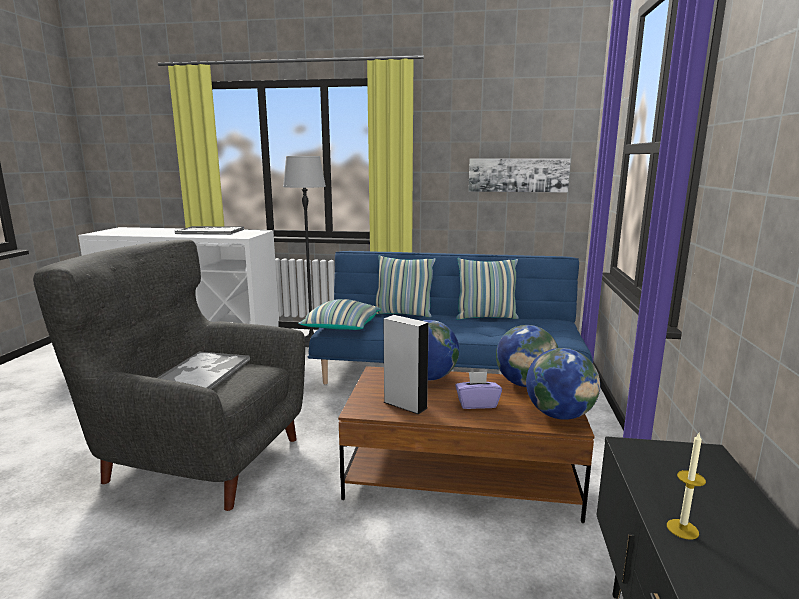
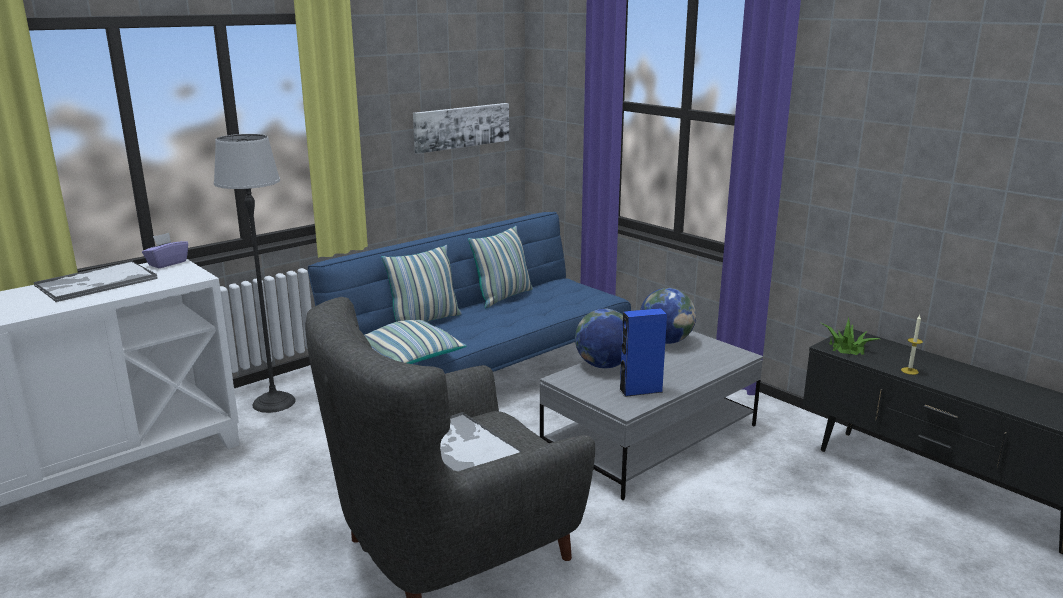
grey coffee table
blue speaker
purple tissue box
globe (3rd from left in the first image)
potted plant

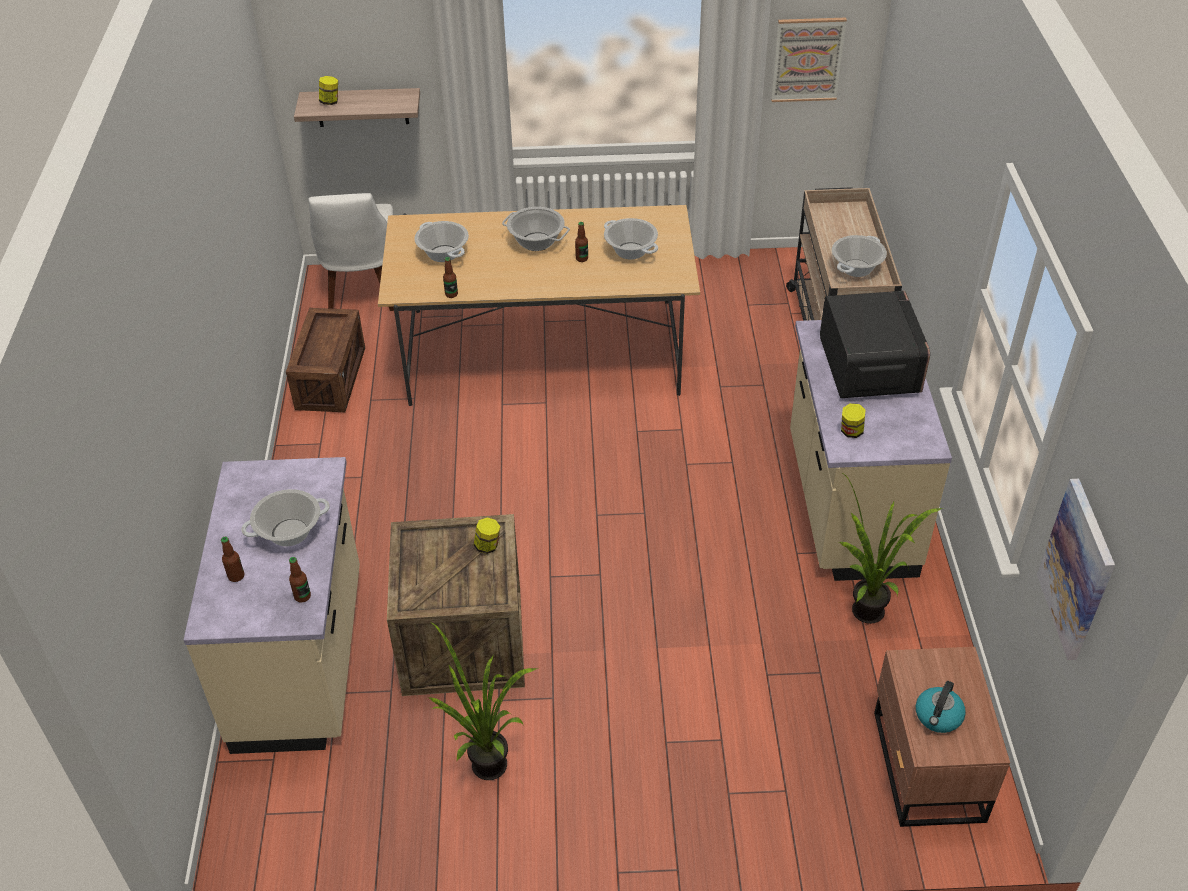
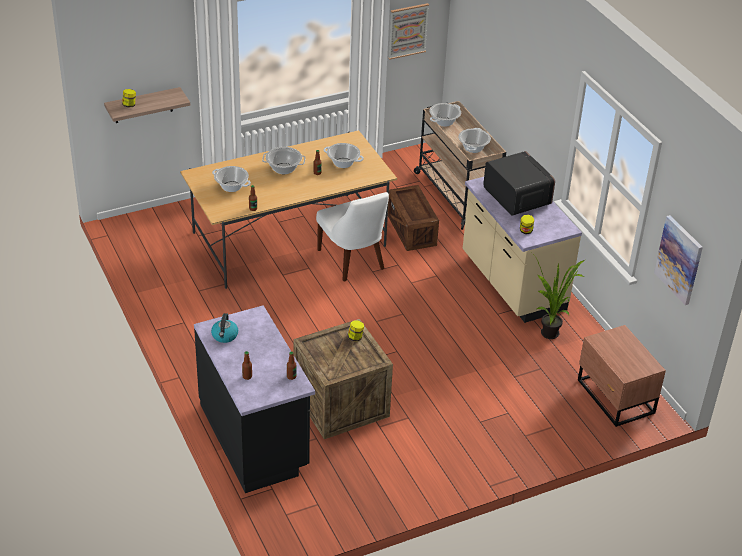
black counter
cooking pot (4th from left)
crate (2nd from left)
white chair
potted plant (1st from left in the first image)
kettle

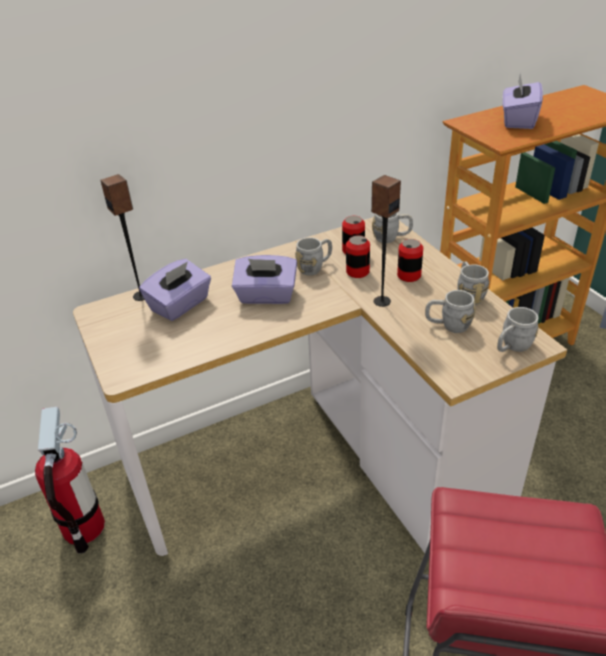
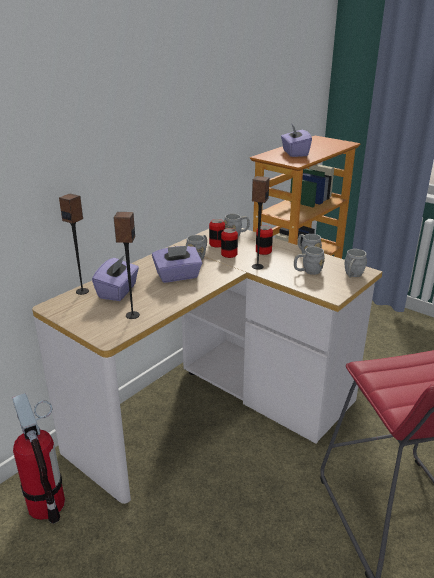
speaker (2nd from left)

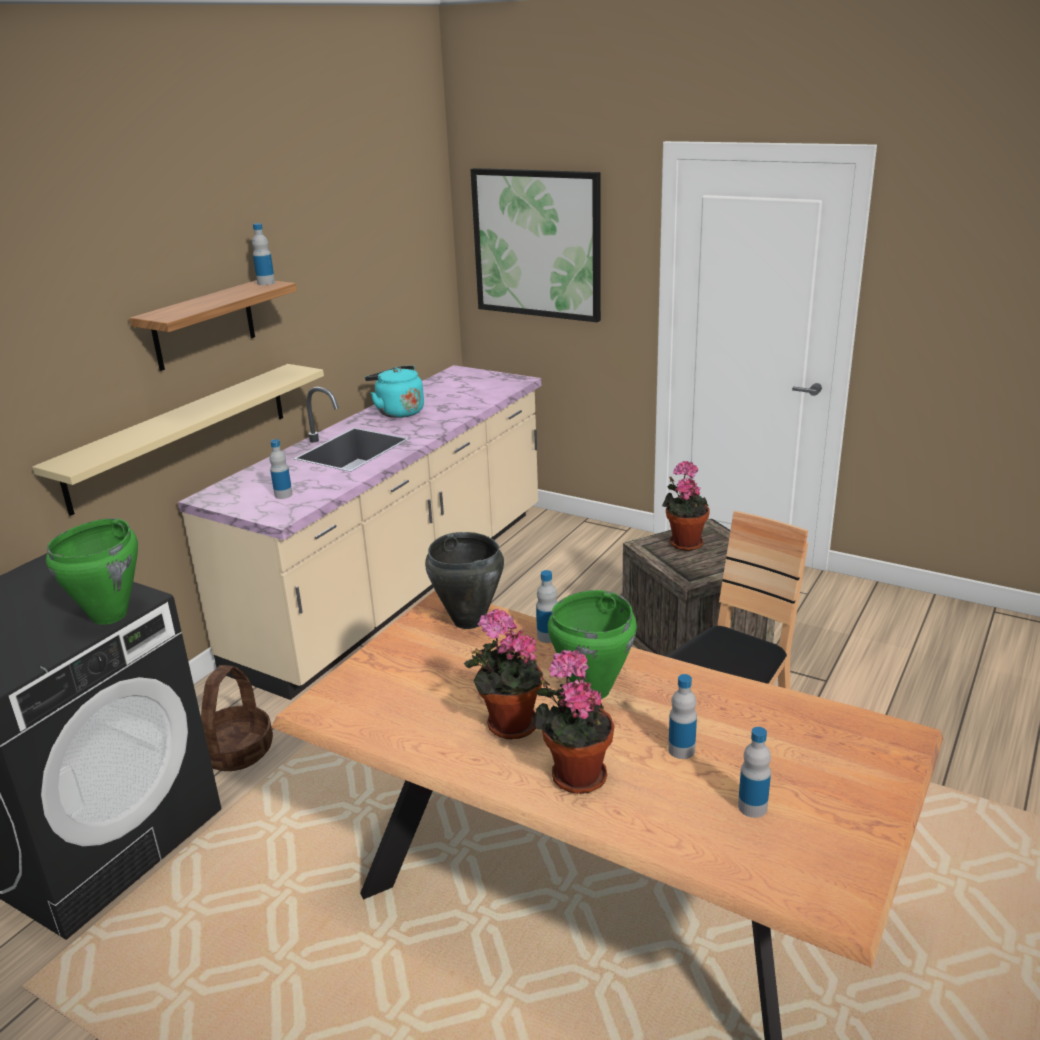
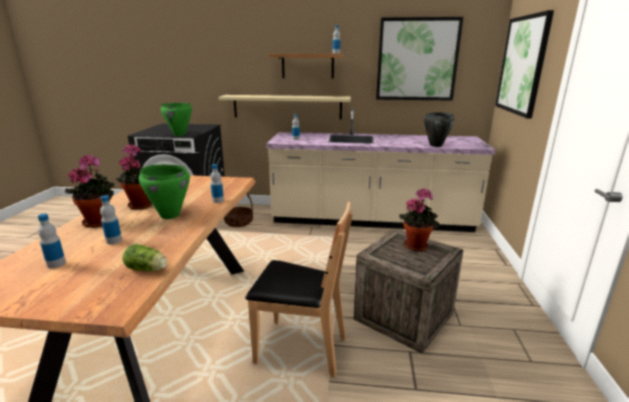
turquoise kettle
black cooking pot
lettuce
picture (1st from left)

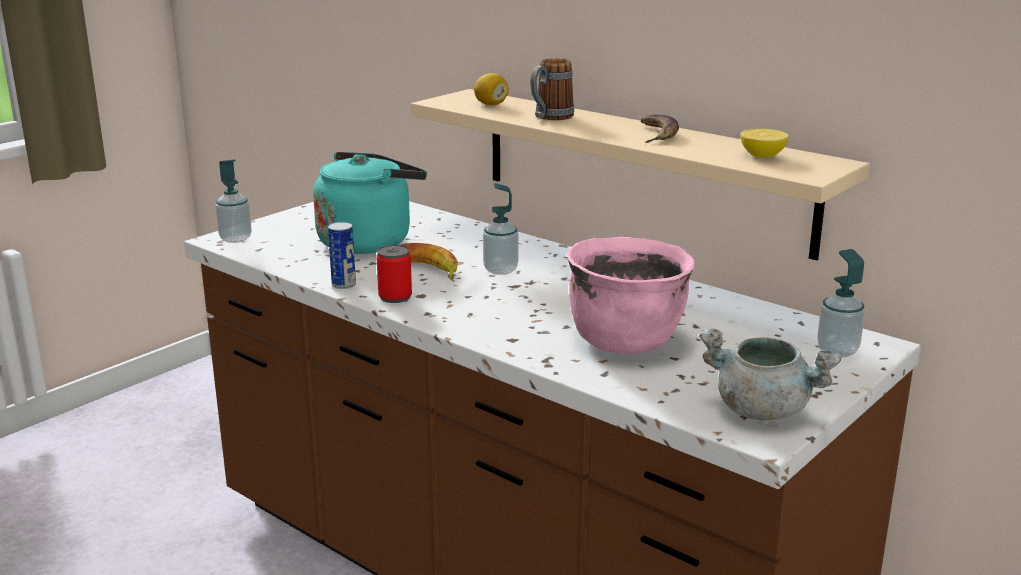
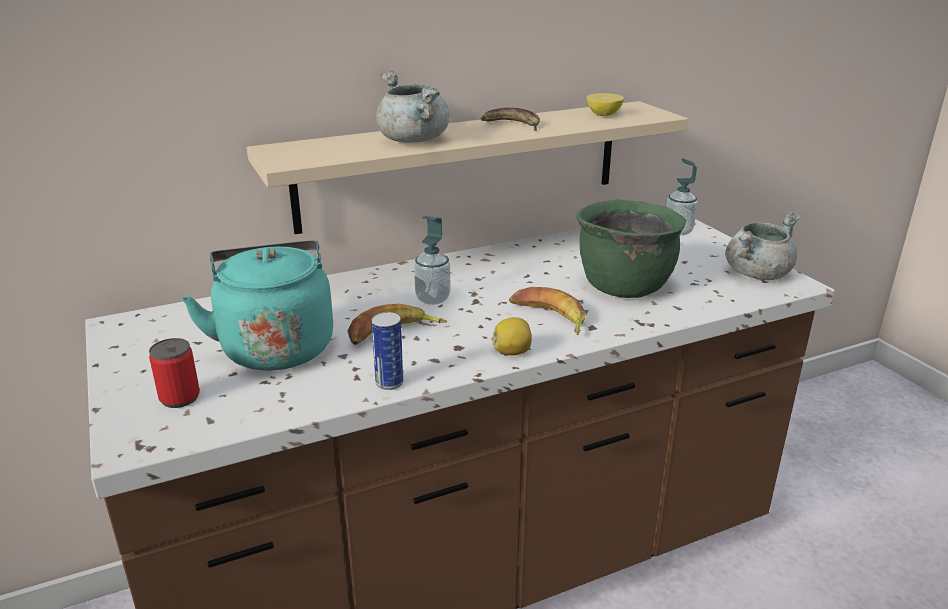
soap dispenser (1st from left in the first image)
can (1st from left)
lemon (1st from left)
grey cooking pot (1st from left)
green cooking pot
banana (3rd from left)

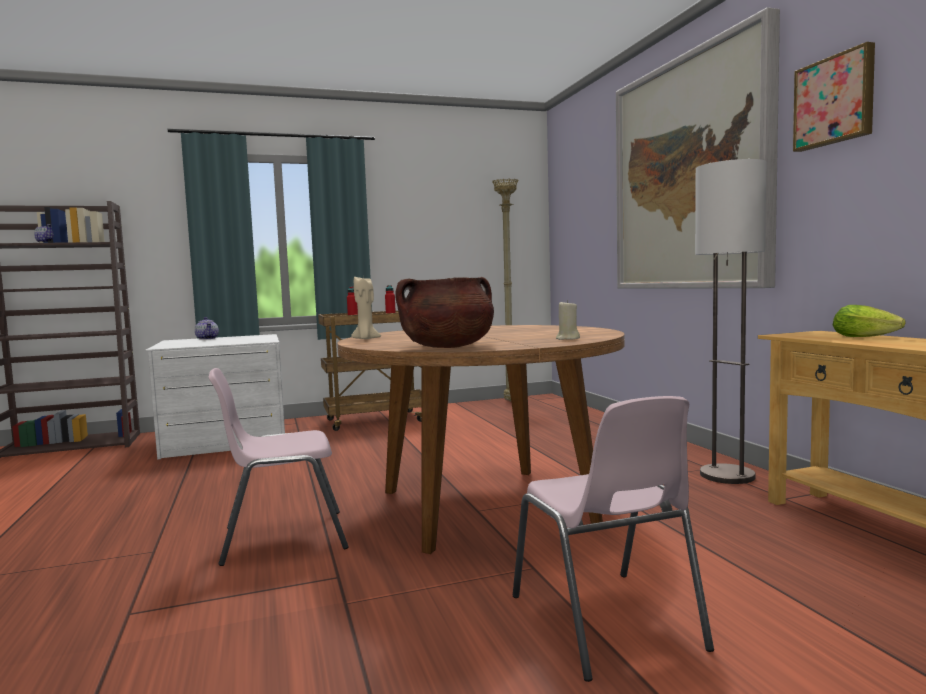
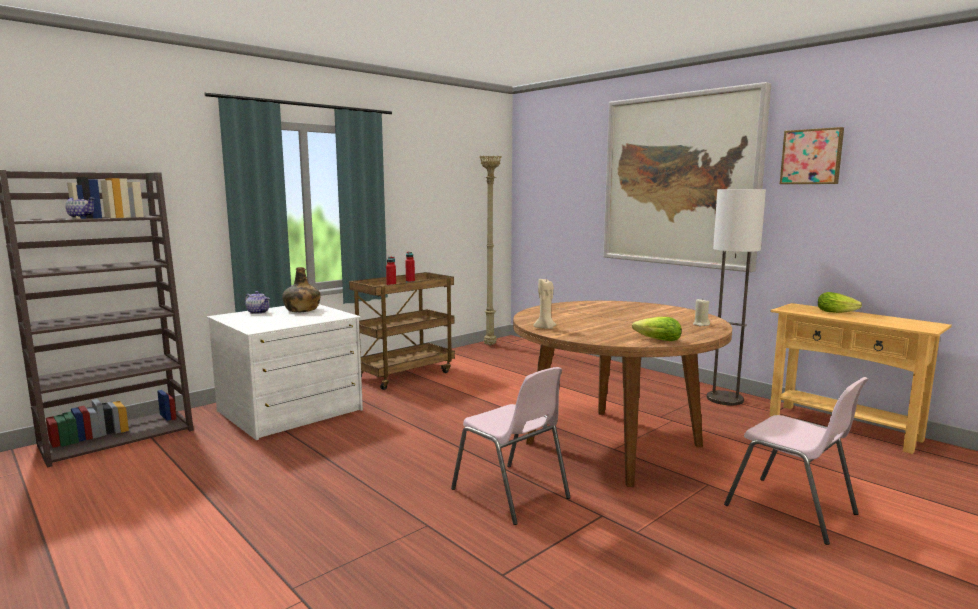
pink chair (1st from left)
lettuce (1st from left)
green bottle

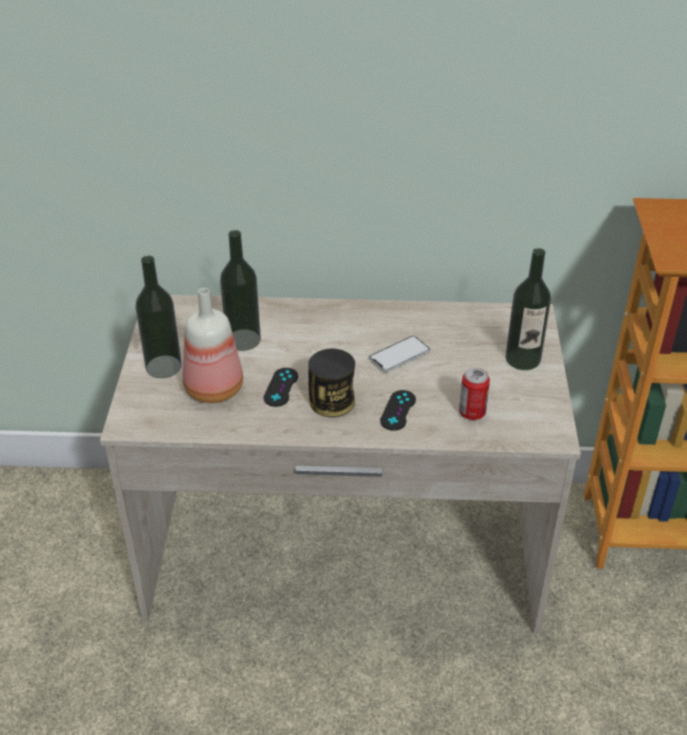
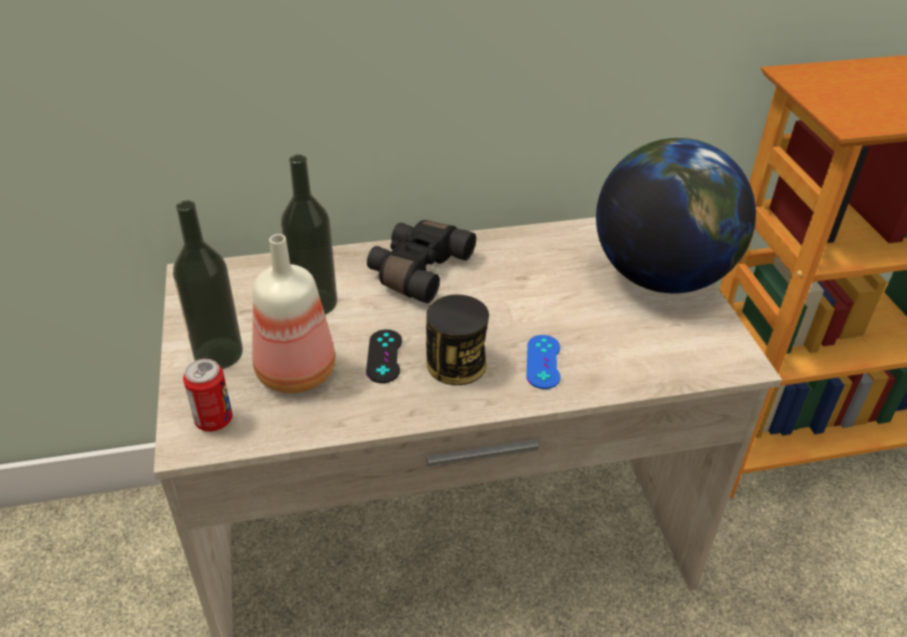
phone
blue game controller
can (1st from left)
globe
black binoculars

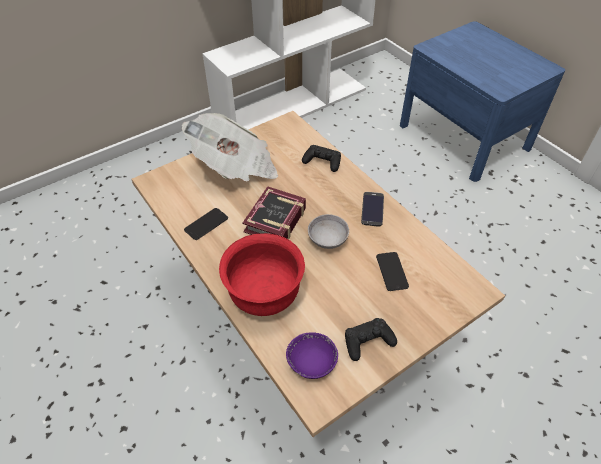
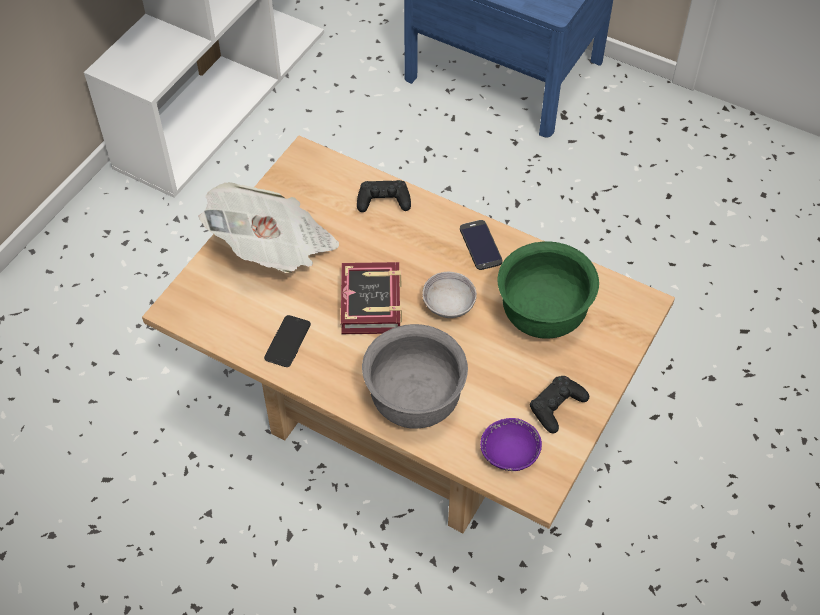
grey bowl (1st from left)
green bowl

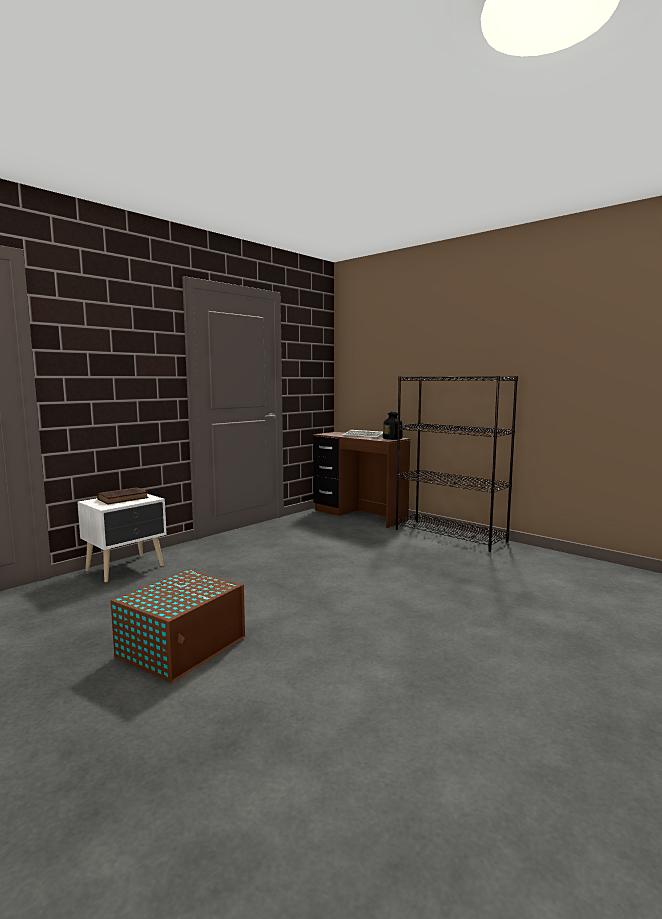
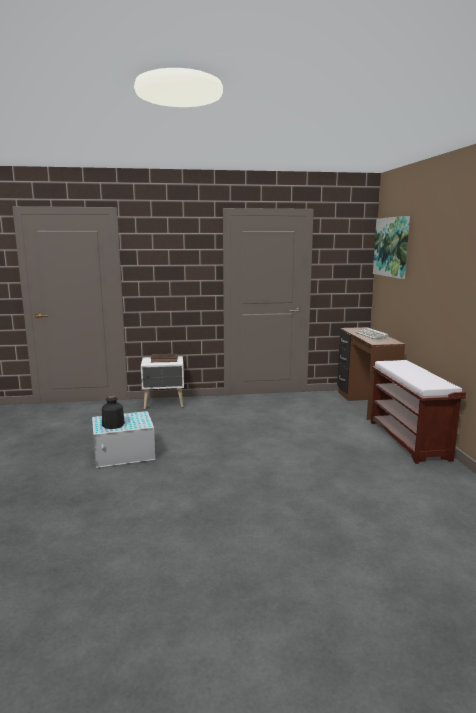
white storage box
bottle
brown bench
picture

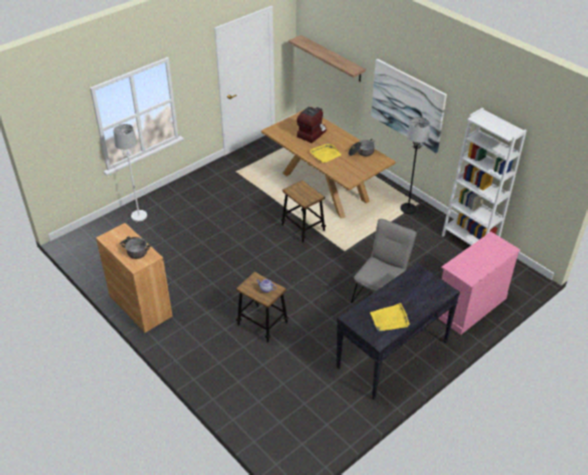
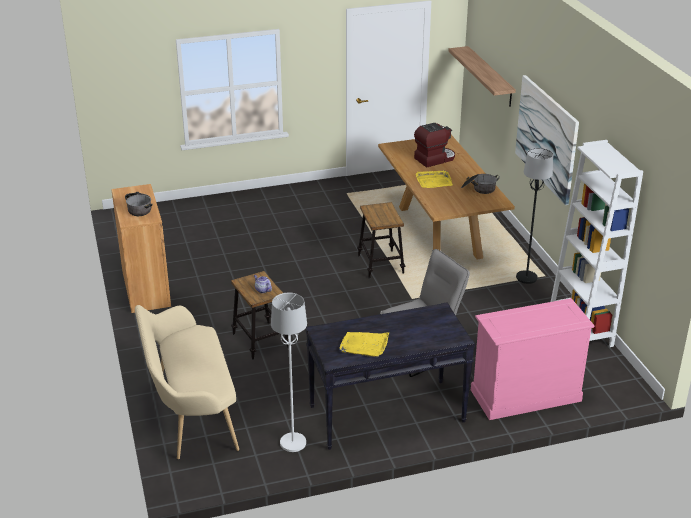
white floor lamp
beige bench

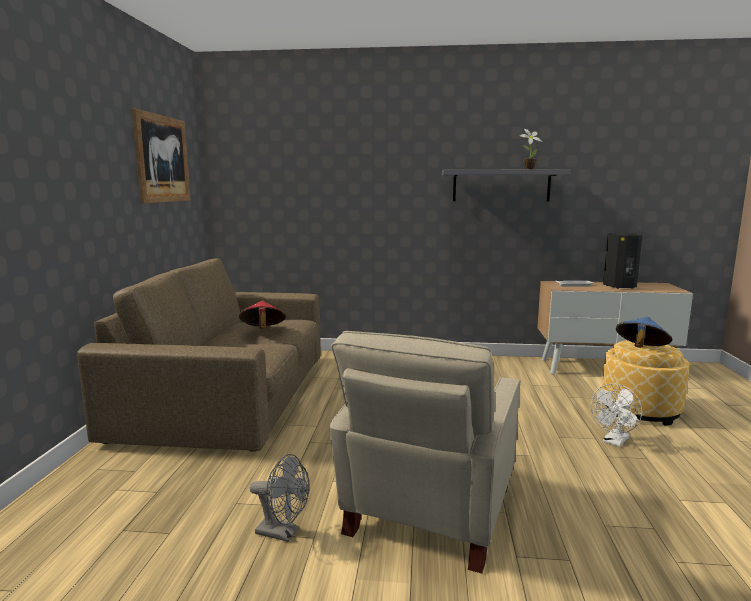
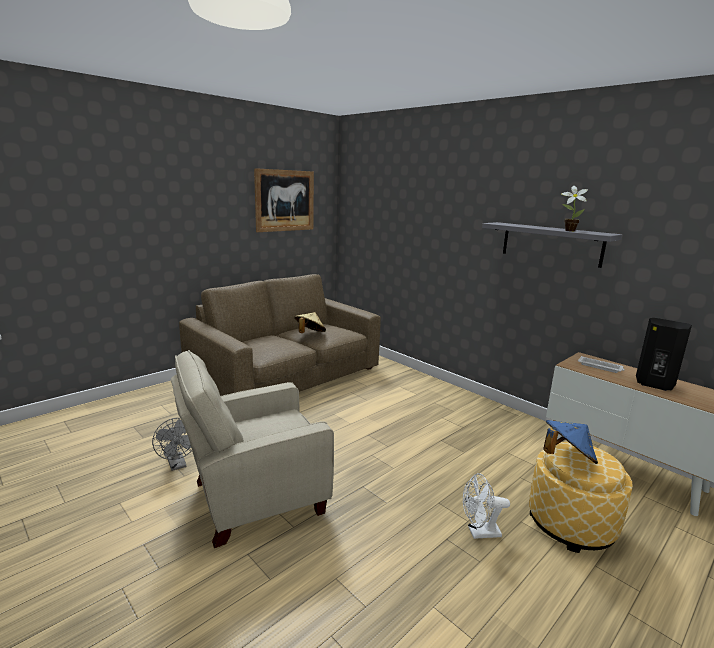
beige hat

